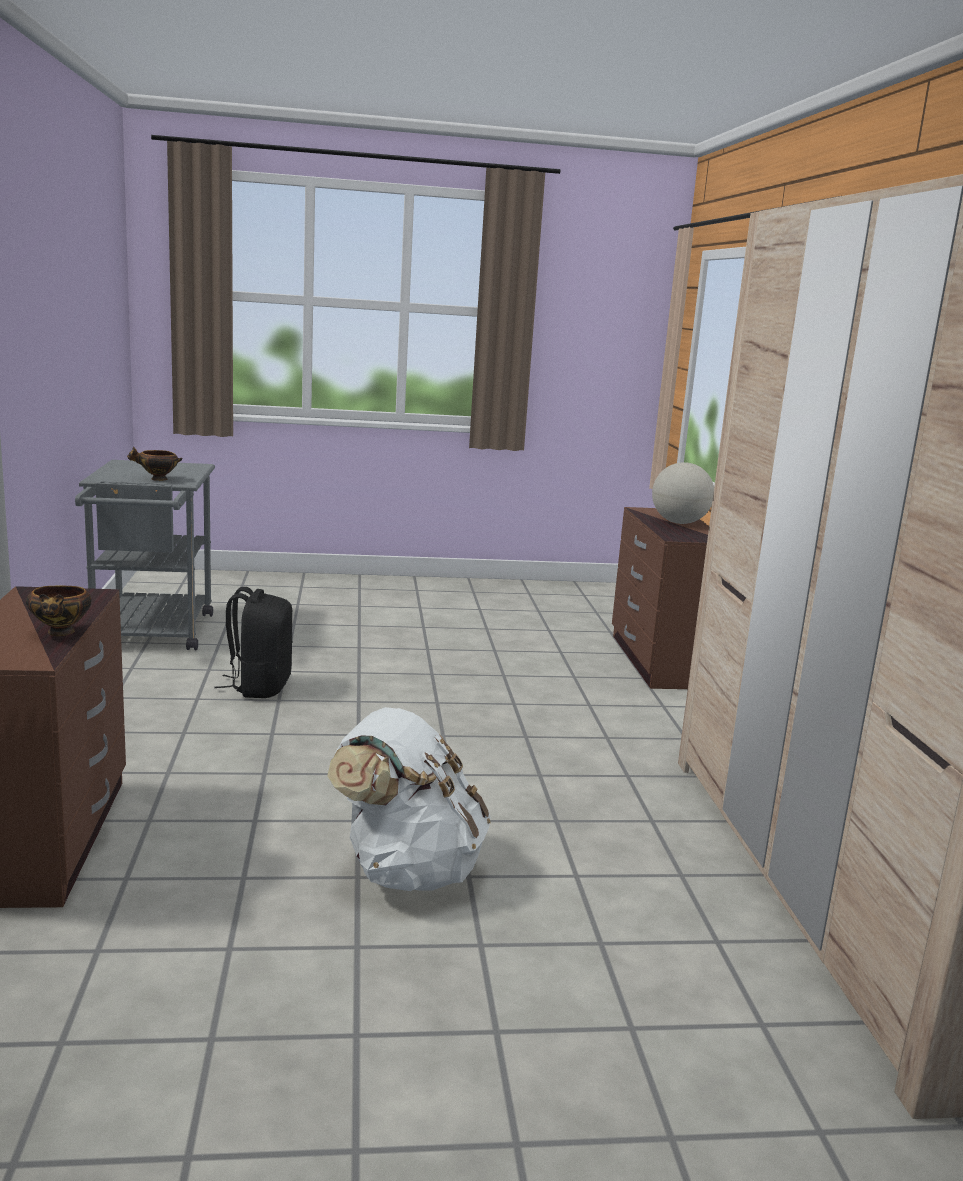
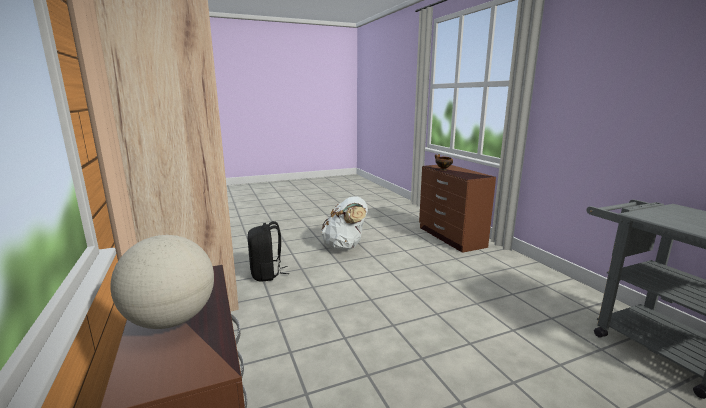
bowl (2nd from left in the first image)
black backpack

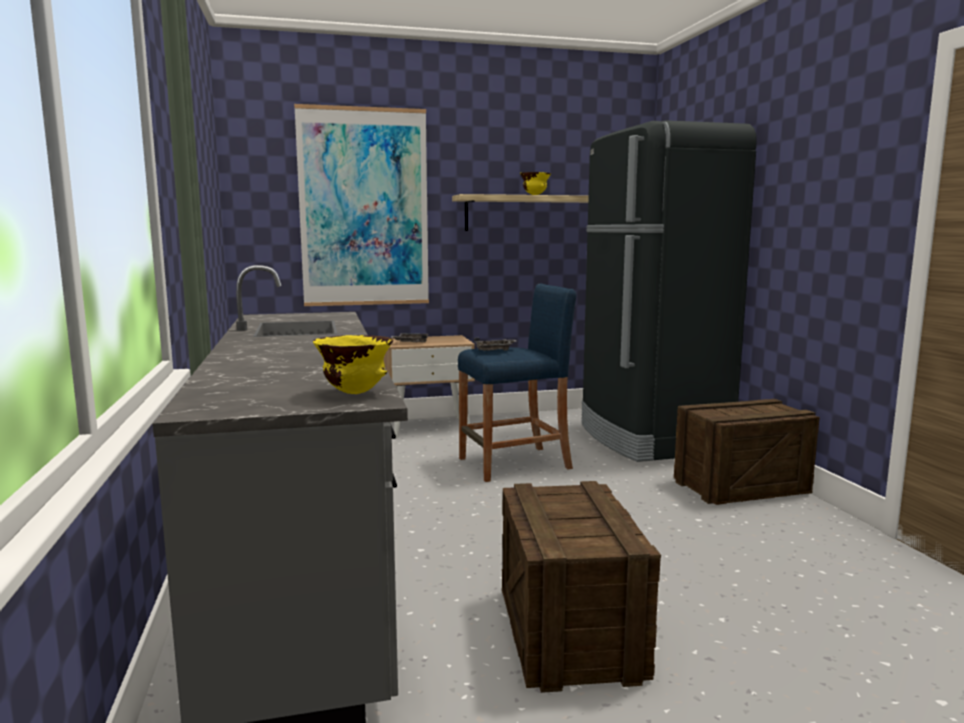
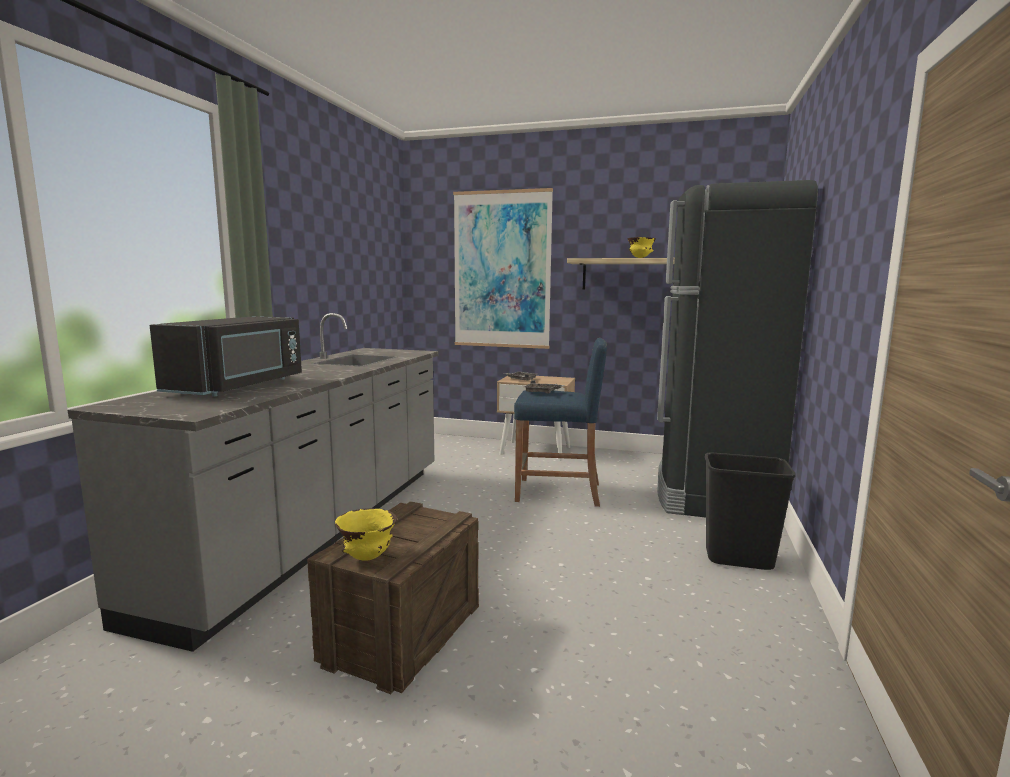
yellow bowl (1st from left)
black trash can
black microwave

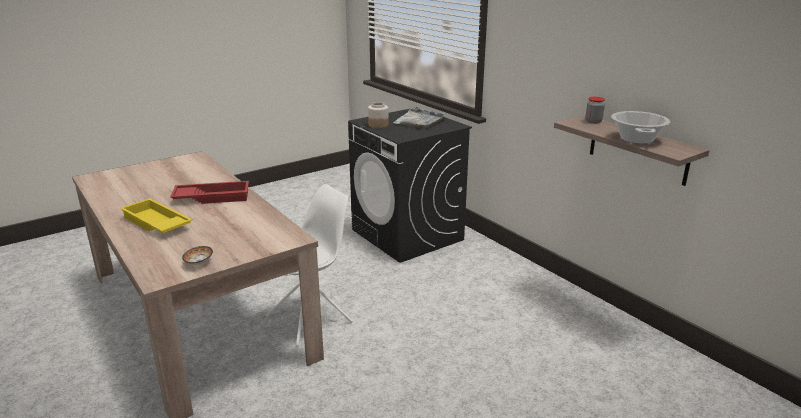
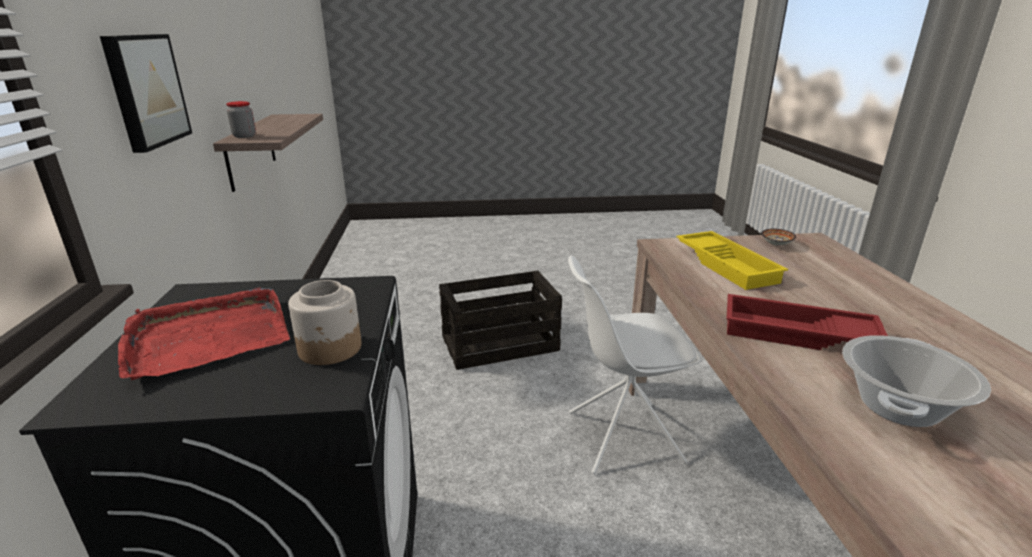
yellow tray
red tray (1st from left)
cooking pot
picture
crate

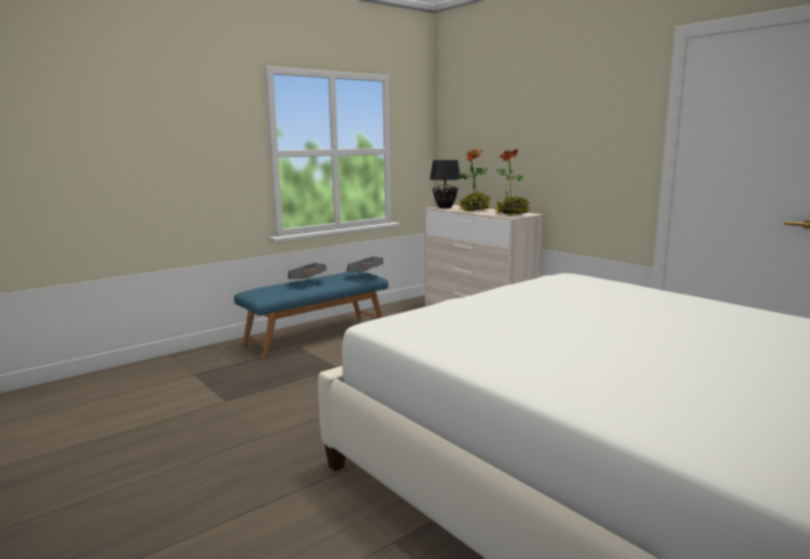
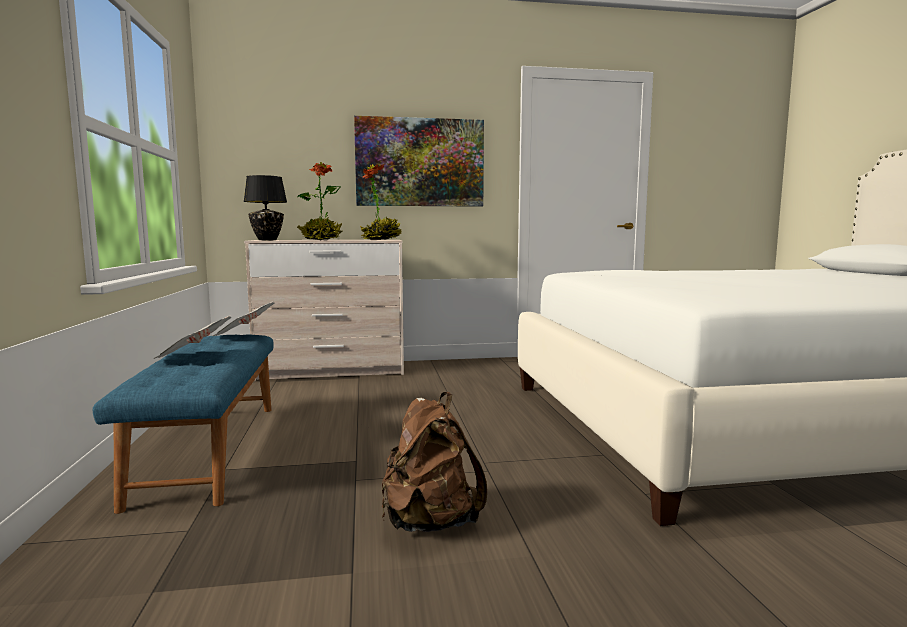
picture
brown backpack

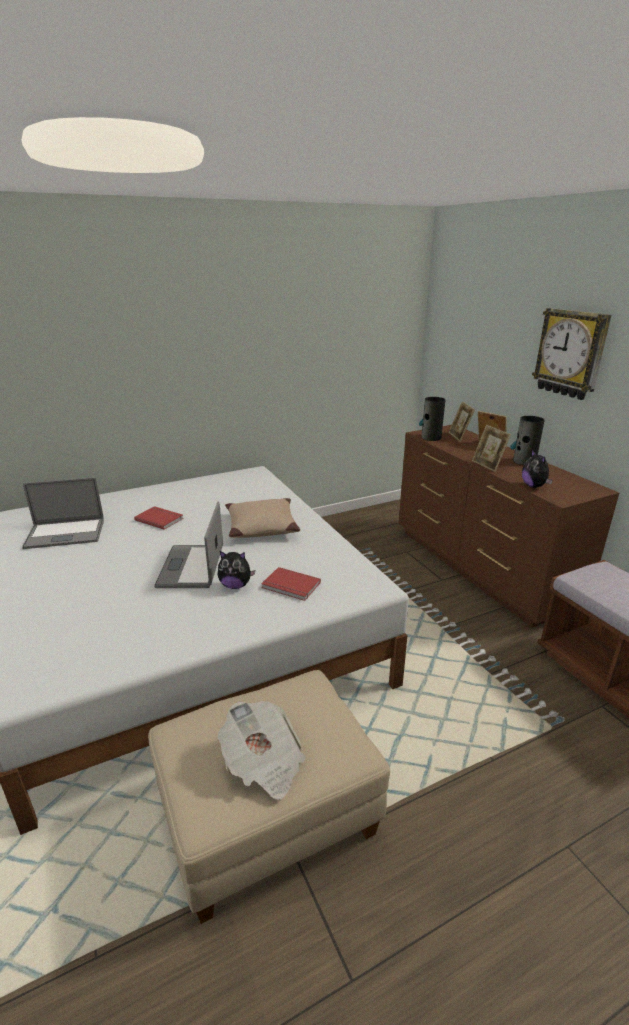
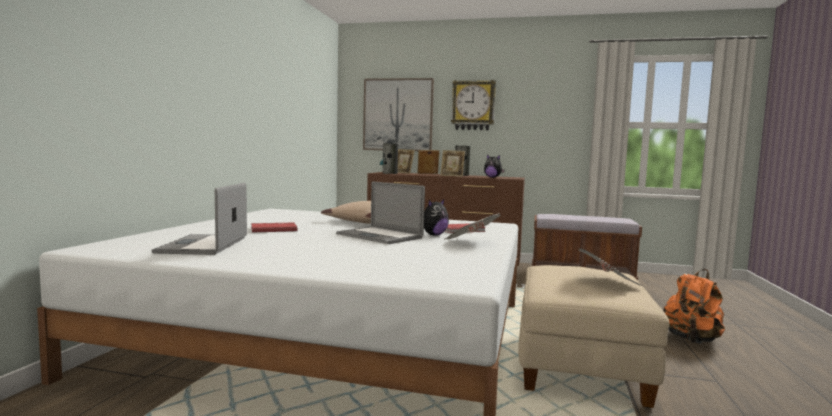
laptop (1st from left)
picture
newspaper (1st from left)
orange backpack

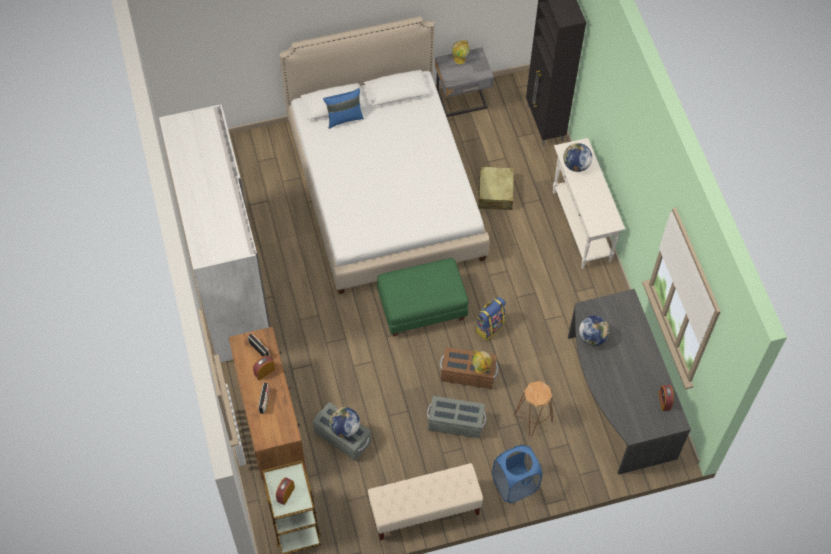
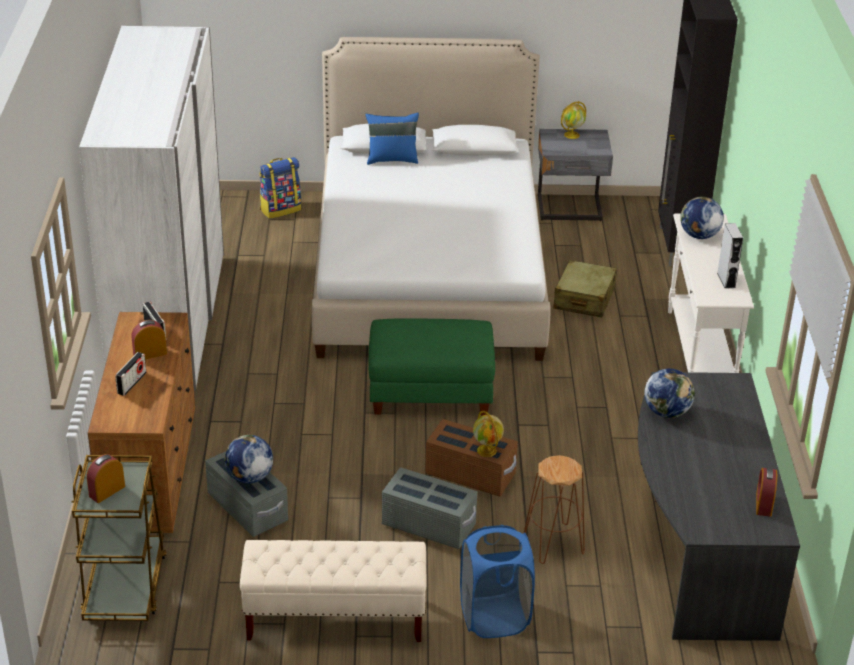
backpack
grey speaker

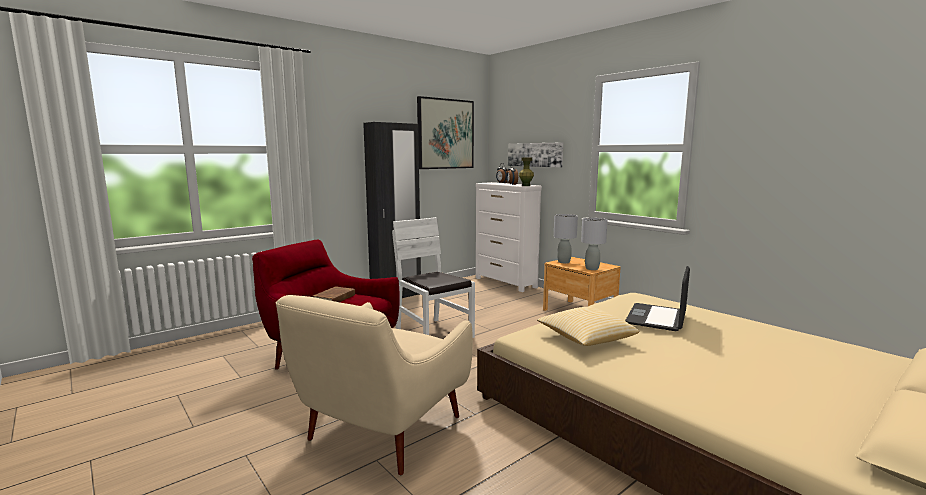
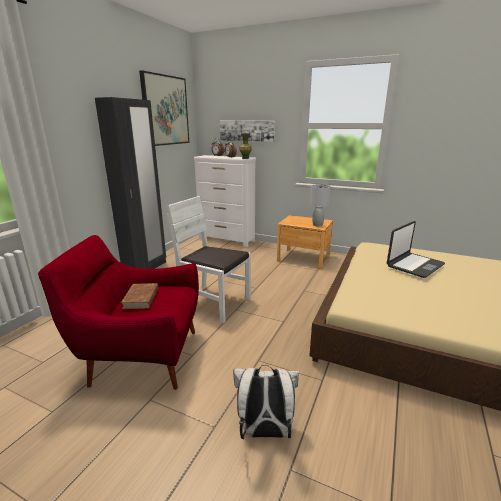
white backpack
pillow
grey table lamp (1st from left in the first image)
laptop

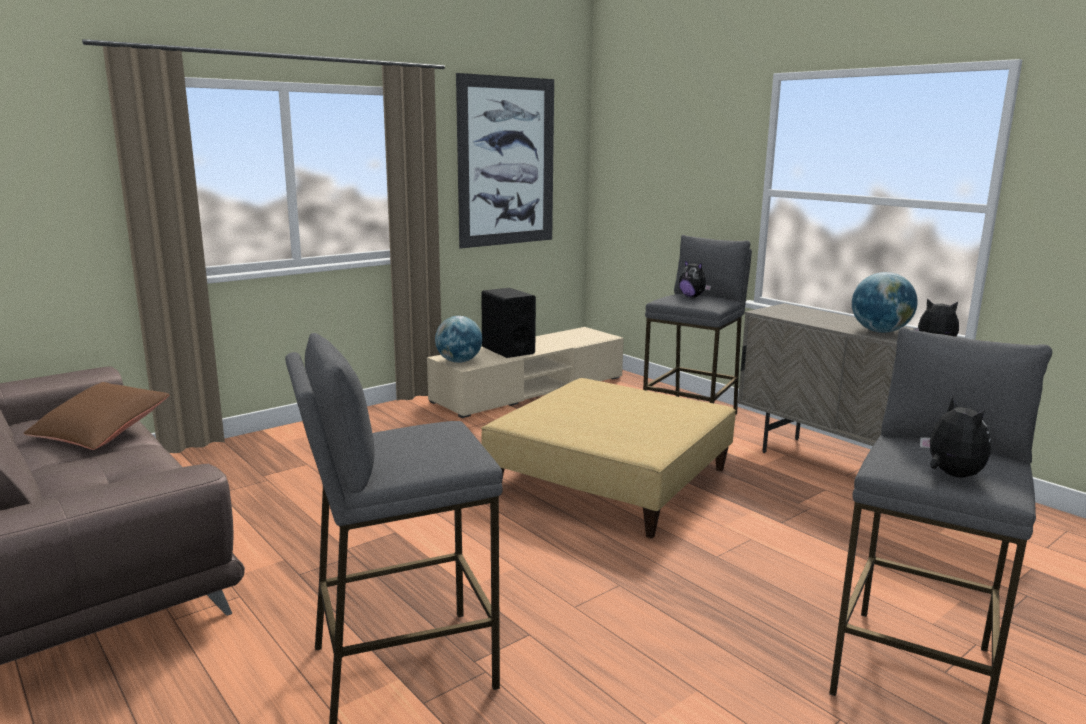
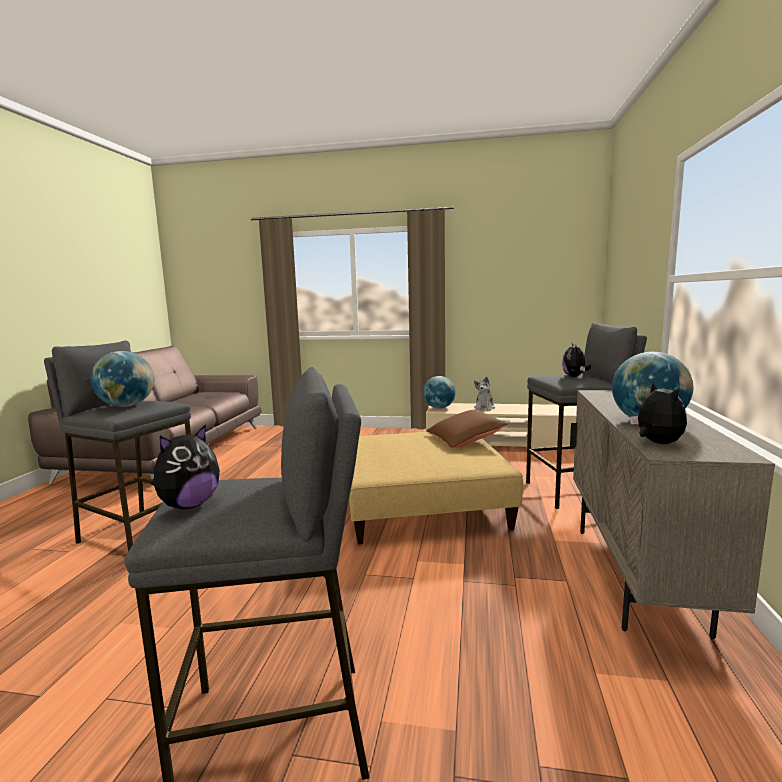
brown pillow
picture
plush toy (2nd from left)
globe (1st from left)

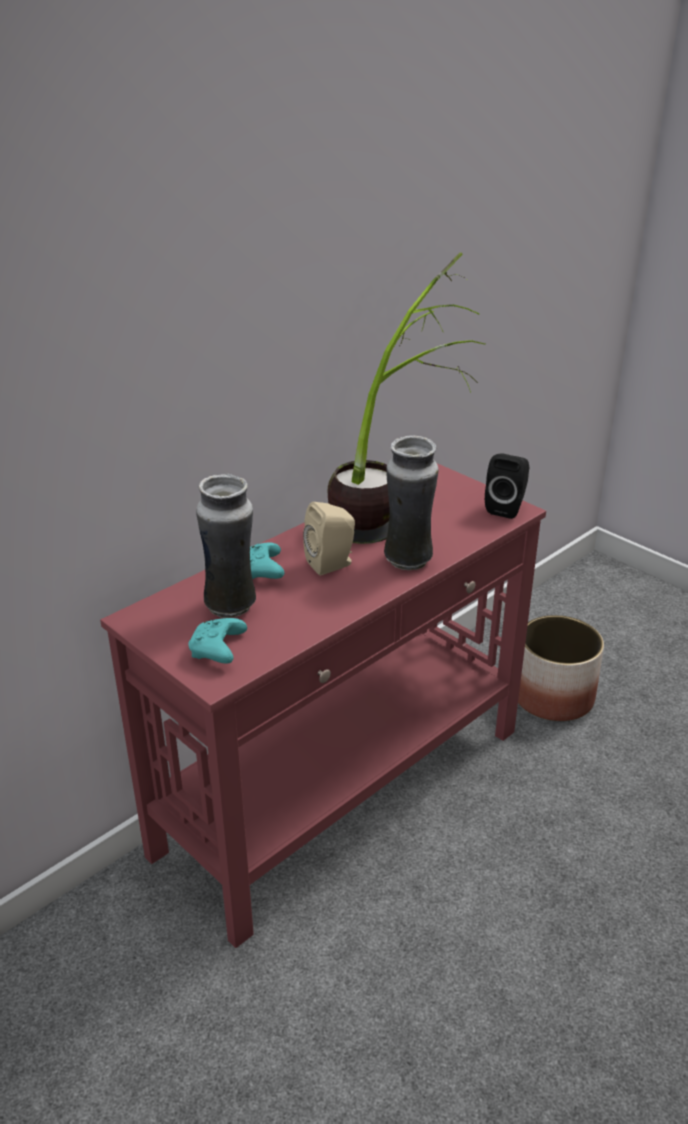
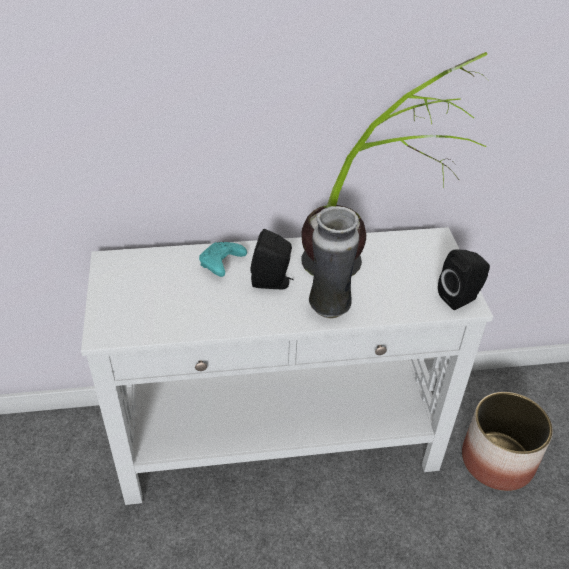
white console table
turquoise game controller (1st from left in the first image)
vase (1st from left in the first image)
black speaker (1st from left)

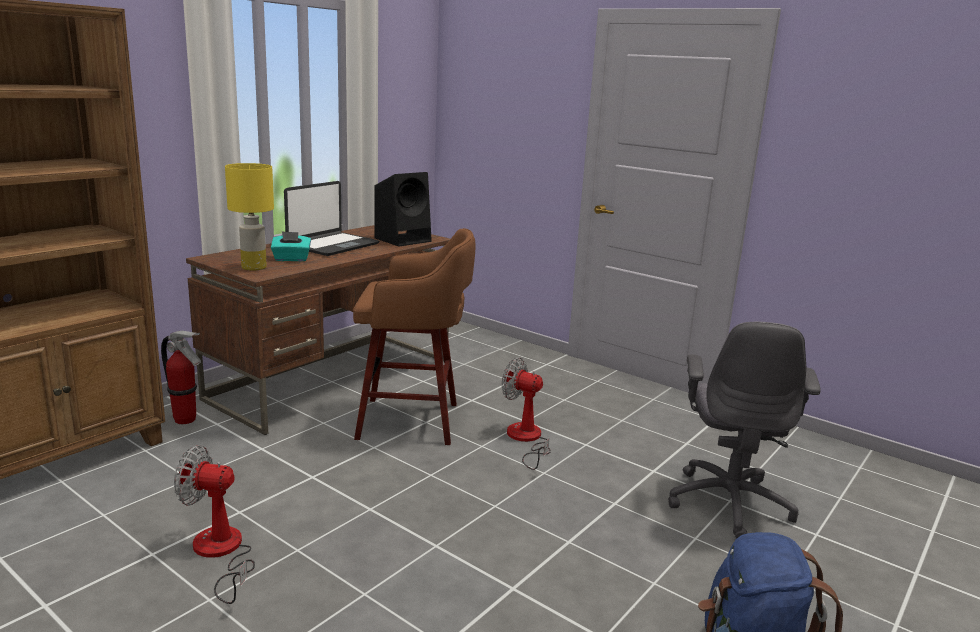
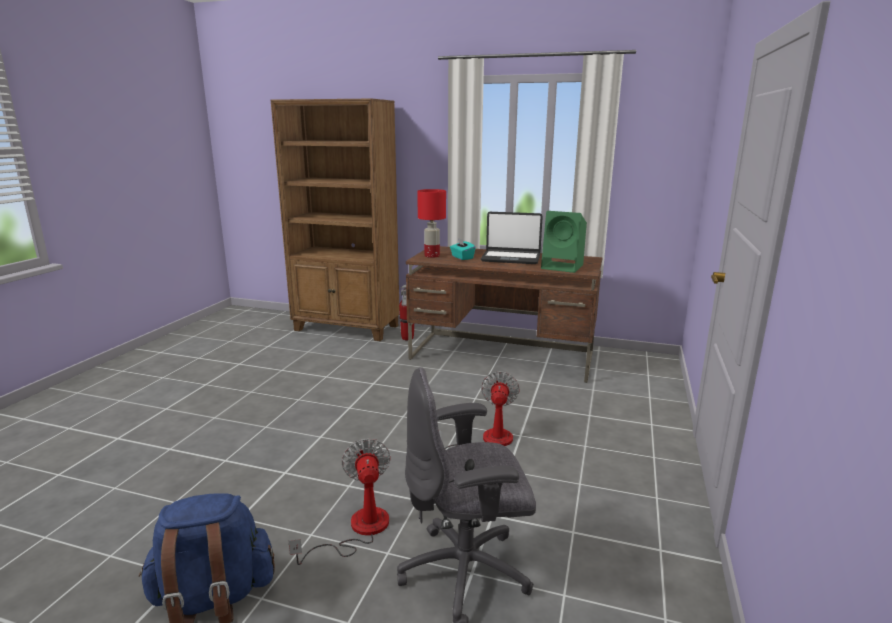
fan (1st from left)
red table lamp
brown stool
green speaker

